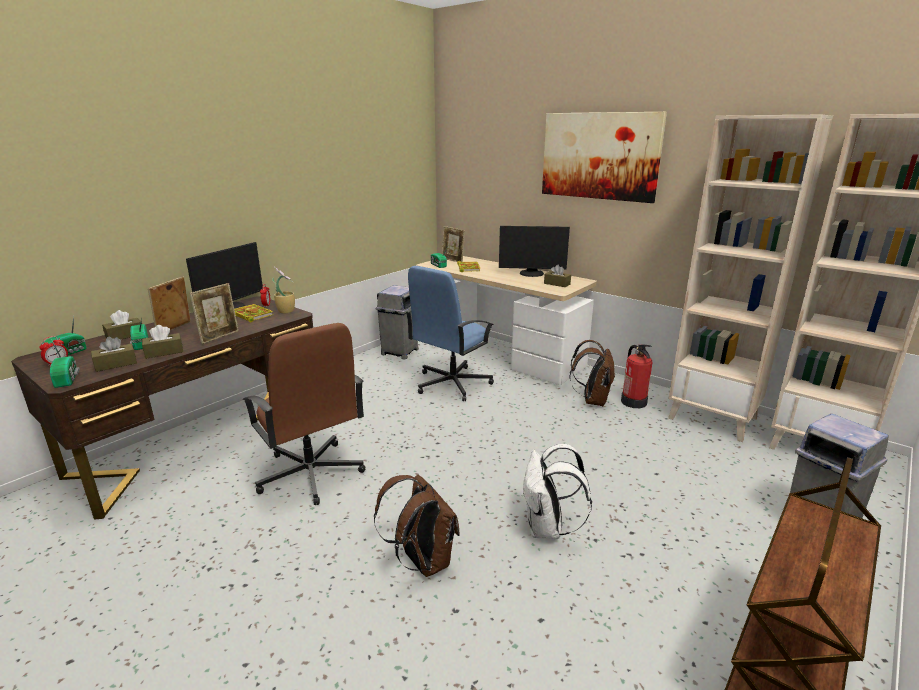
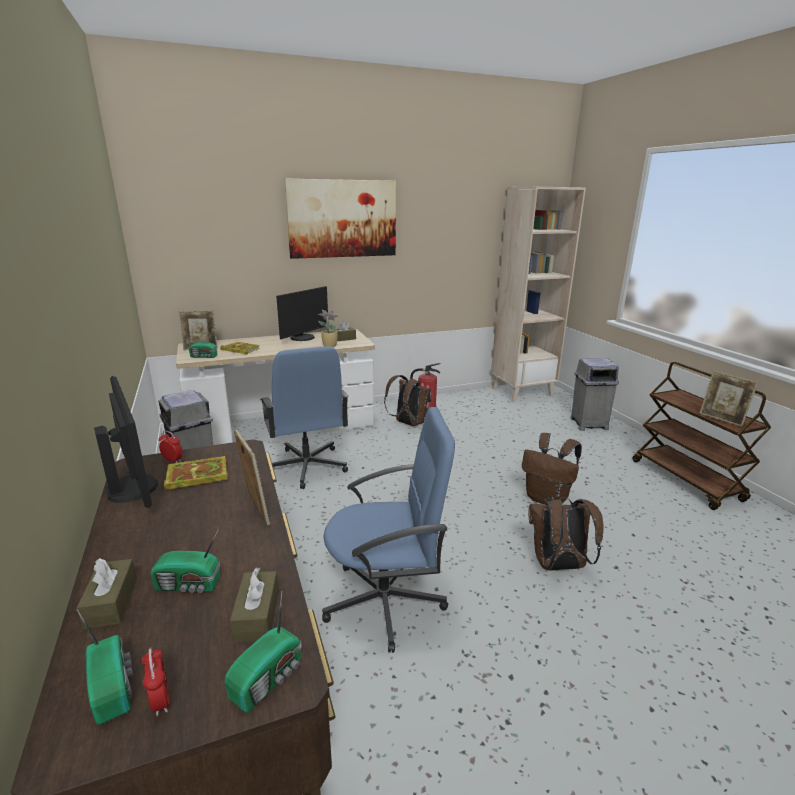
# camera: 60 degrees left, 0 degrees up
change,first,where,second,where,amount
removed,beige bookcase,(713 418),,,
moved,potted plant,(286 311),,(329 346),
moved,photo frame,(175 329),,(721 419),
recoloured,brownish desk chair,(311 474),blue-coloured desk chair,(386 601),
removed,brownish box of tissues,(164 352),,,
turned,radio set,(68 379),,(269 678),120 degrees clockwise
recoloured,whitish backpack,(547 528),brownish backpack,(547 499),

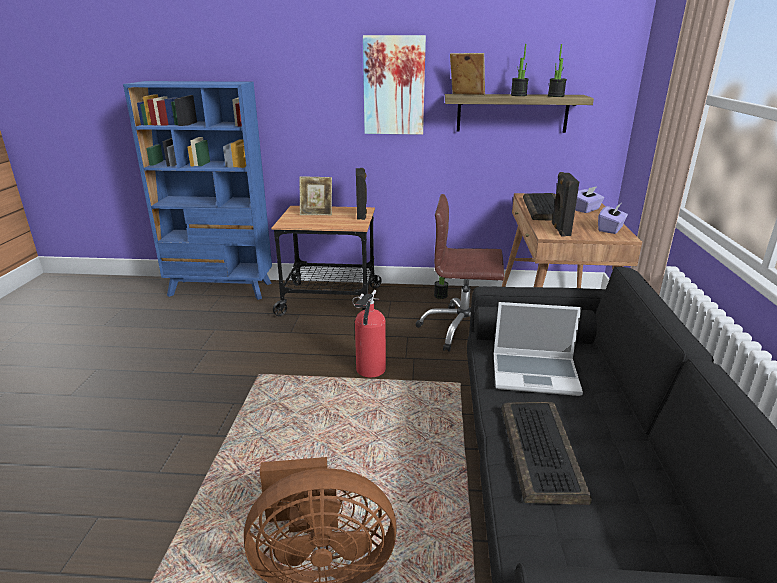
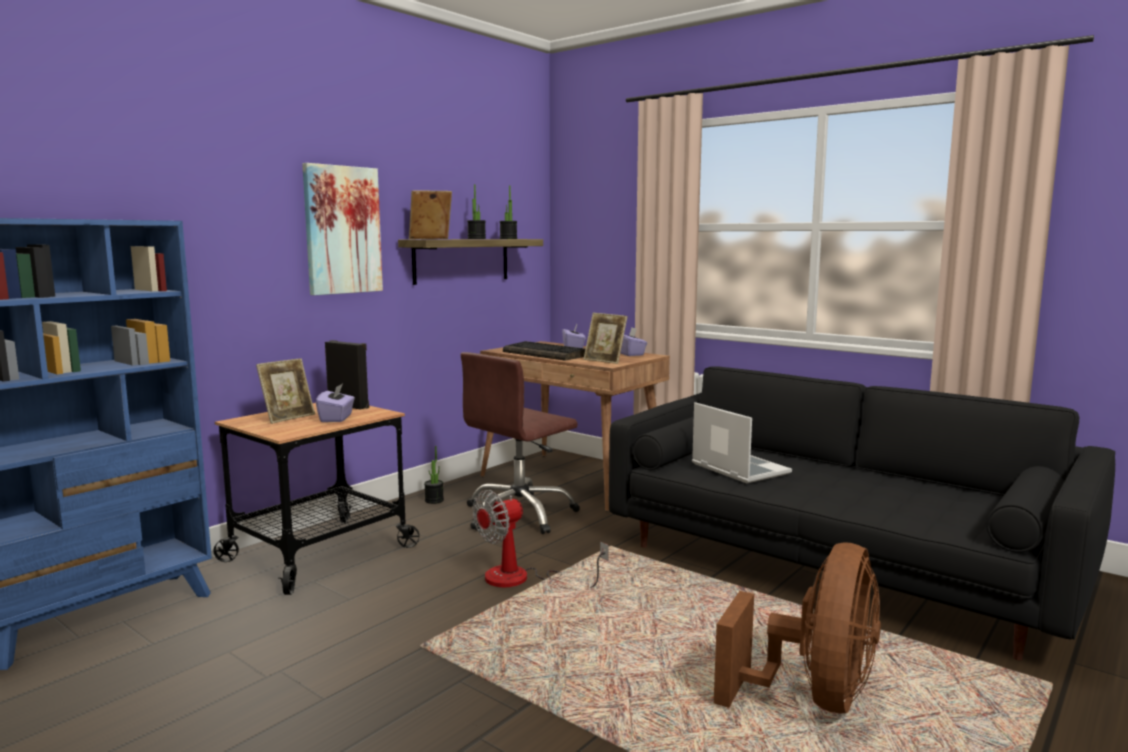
# camera: 55 degrees left, 15 degrees down
change,first,where,second,where,amount
replaced,black audio speaker,(560 230),photo frame,(605 361),
replaced,fire extinguisher,(369 371),electric fan,(522 579),
turned,portable computer,(536 374),,(738 469),75 degrees counterclockwise
removed,computer keyboard,(542 452),,,
added,,,purple-coloured box of tissues,(336 418),

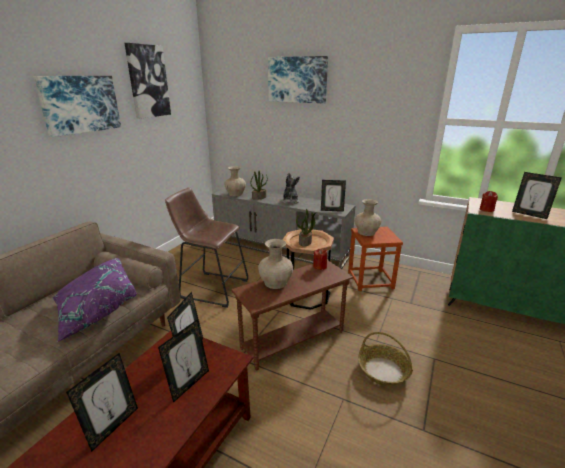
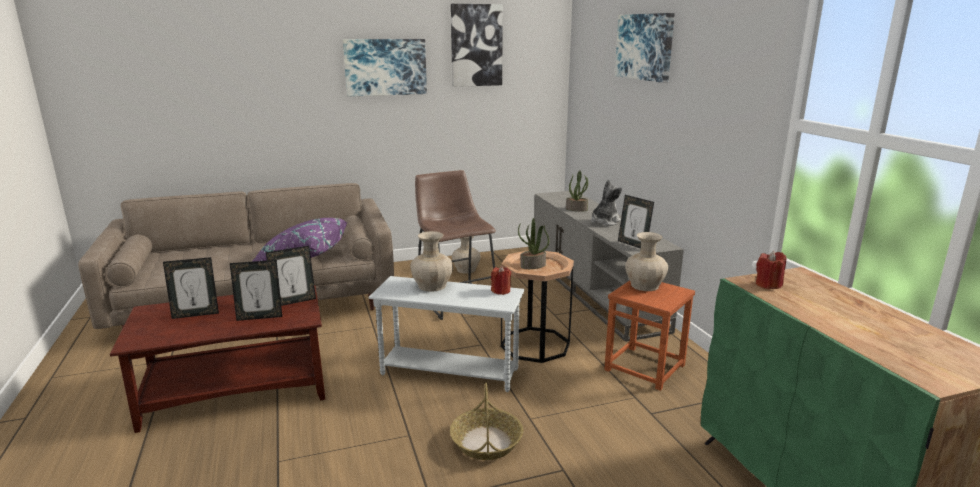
# camera: 45 degrees right, 5 degrees down
change,first,where,second,where,amount
moved,beige vase,(235 194),,(466 269),
removed,photo frame,(529 214),,,
recoloured,brownish accent table,(292 340),whitish accent table,(449 372),

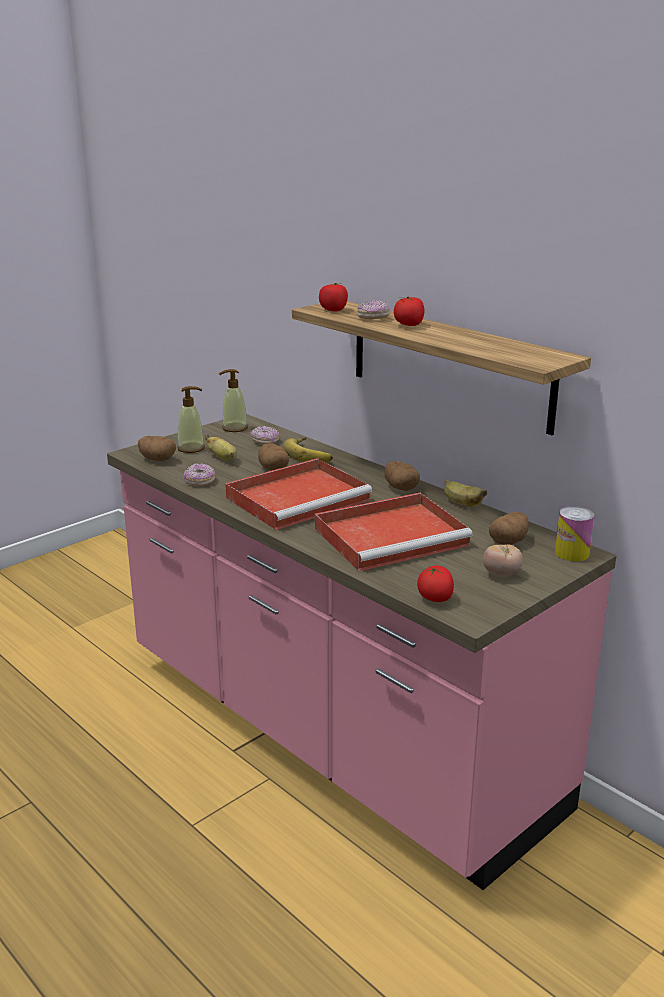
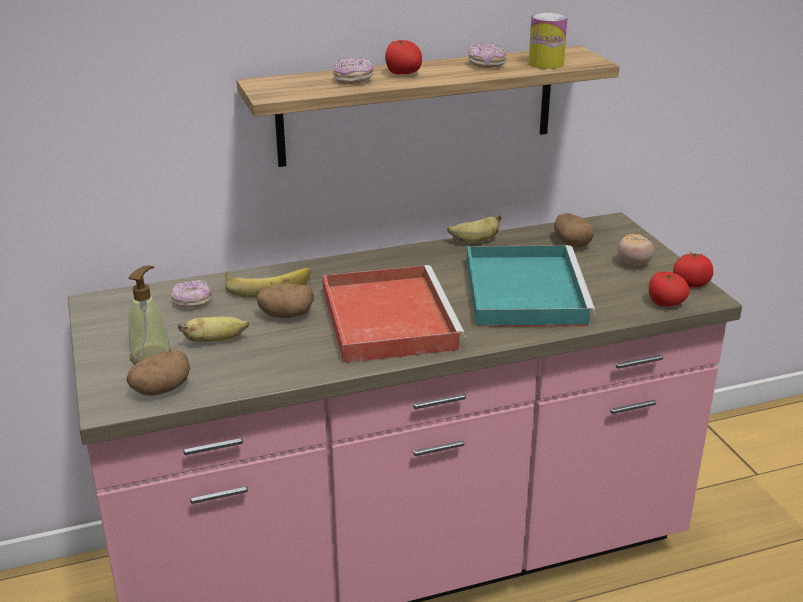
# camera: 65 degrees left, 5 degrees up
change,first,where,second,where,amount
moved,fresh tomato,(333 310),,(691 284),
removed,soap bottle,(234 428),,,
removed,spud,(401 488),,,
moved,donut,(199 481),,(486 65),
recoloured,red-coloured carrying tray,(393 536),turquoise-coloured carrying tray,(523 290),
moved,sealed can,(572 553),,(546 64),

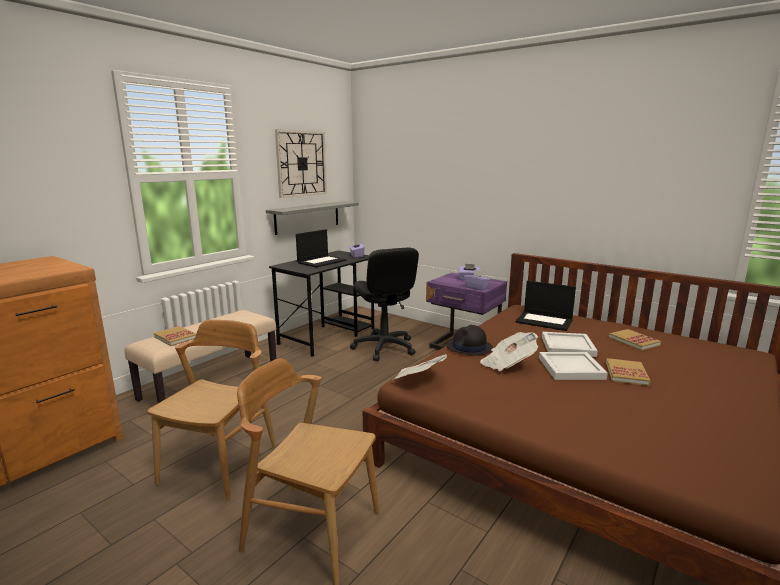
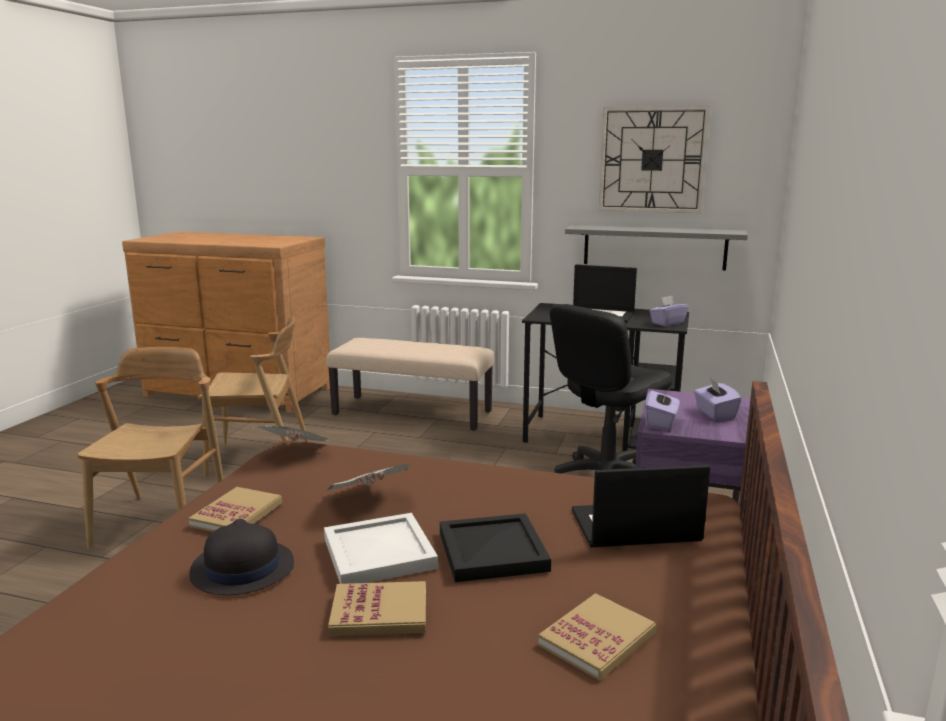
# camera: 70 degrees right, 0 degrees up
change,first,where,second,where,amount
turned,portable computer,(545 321),,(634 527),75 degrees clockwise
moved,black clothing hat,(469 348),,(241 569),
moved,bound book,(176 337),,(237 515),
recoloured,whitish carrying tray,(568 347),black carrying tray,(491 552),

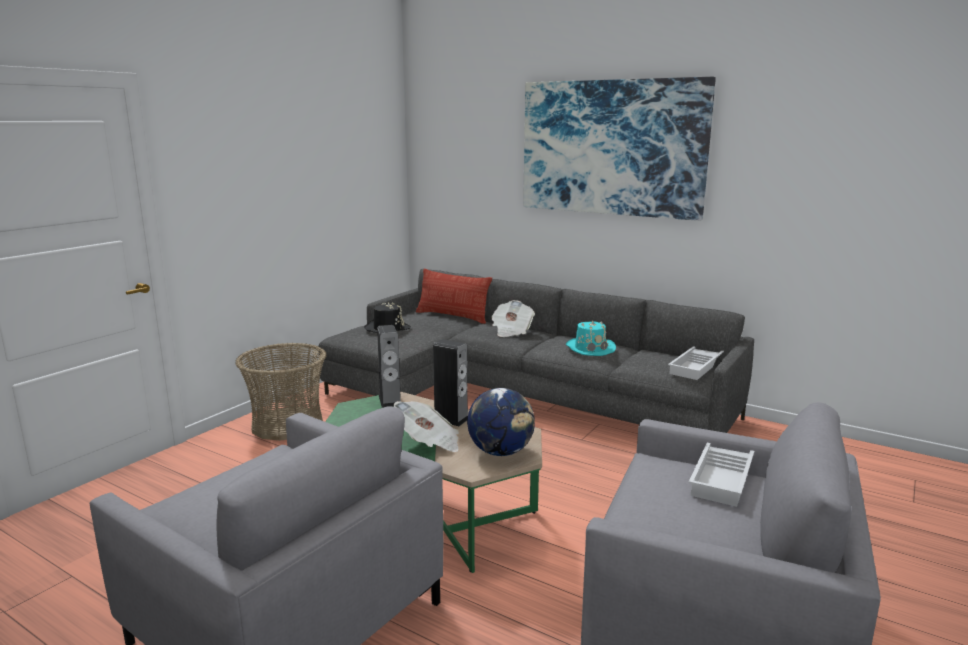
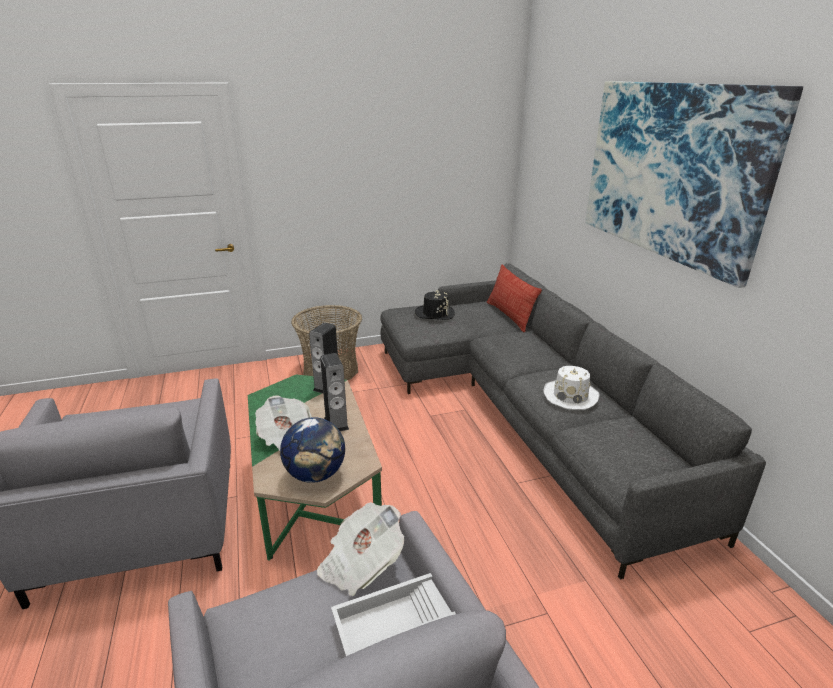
# camera: 40 degrees right, 10 degrees up
change,first,where,second,where,amount
moved,daily paper,(511 331),,(361 563),
recoloured,turquoise-coloured clothing hat,(590 348),whitish clothing hat,(570 395),
removed,whitish carrying tray,(697 367),,,

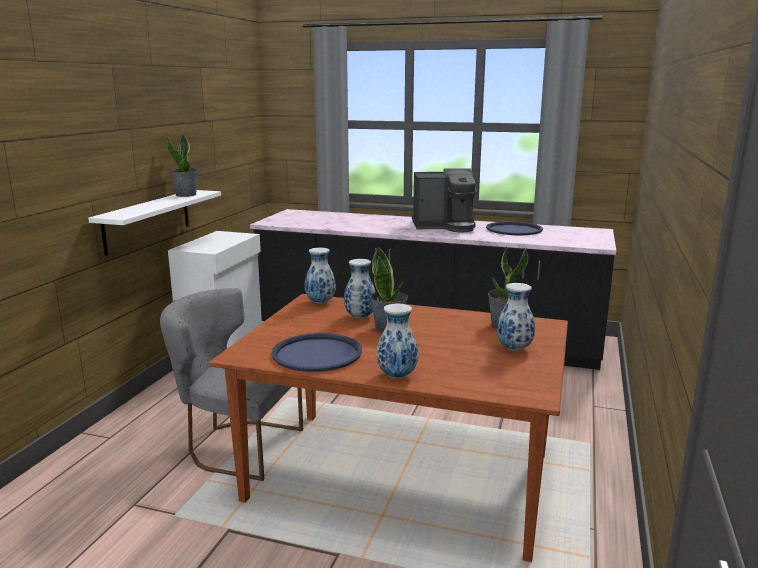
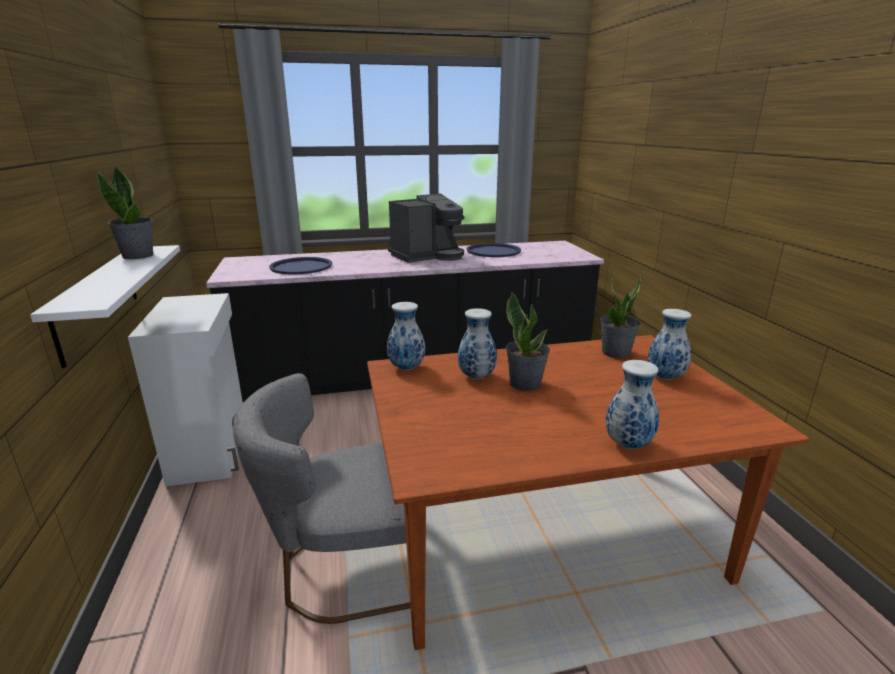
# camera: 30 degrees left, 5 degrees up
change,first,where,second,where,amount
moved,blue-coloured carrying tray,(317 354),,(301 267),

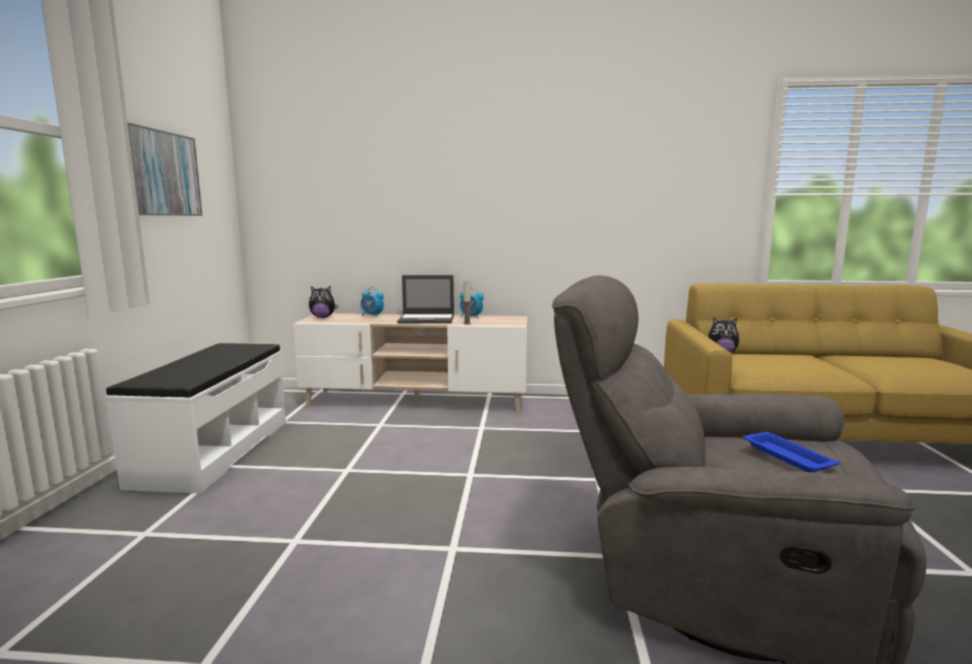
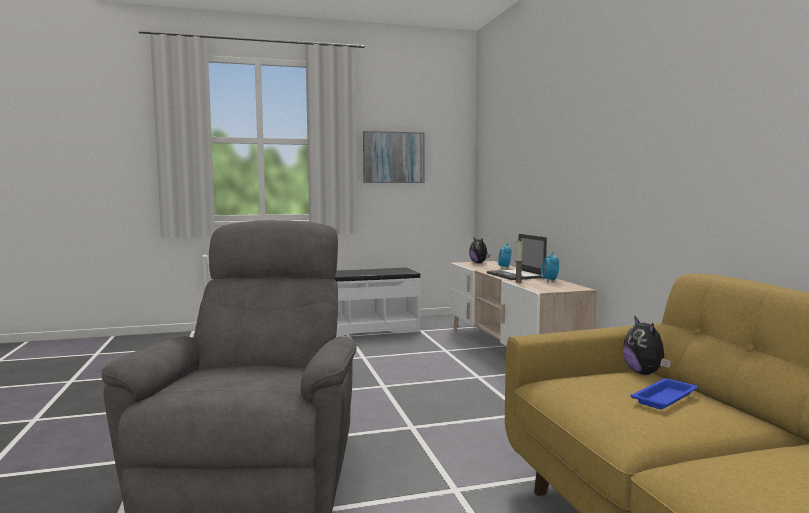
# camera: 70 degrees right, 5 degrees down
change,first,where,second,where,amount
moved,blue-coloured carrying tray,(786 456),,(665 398),

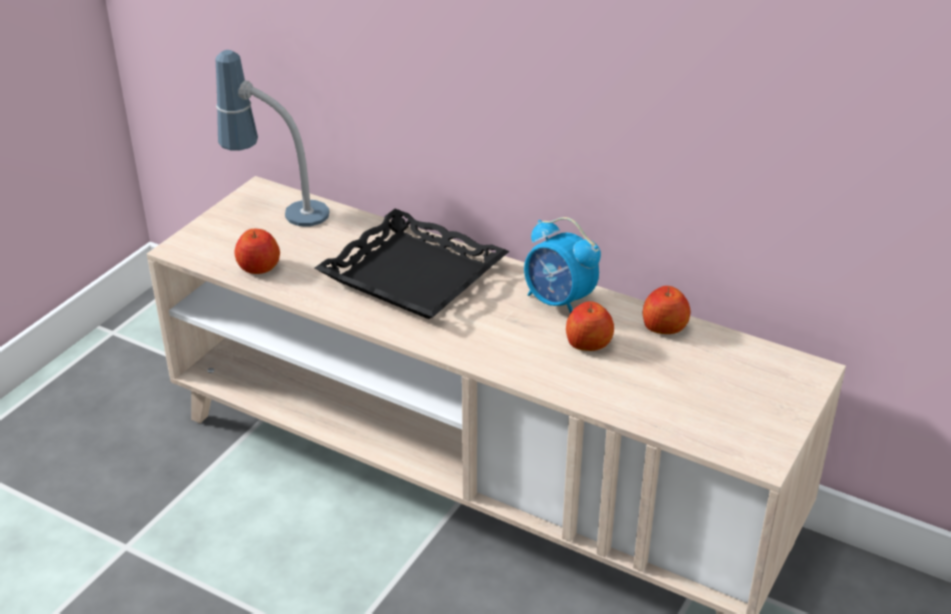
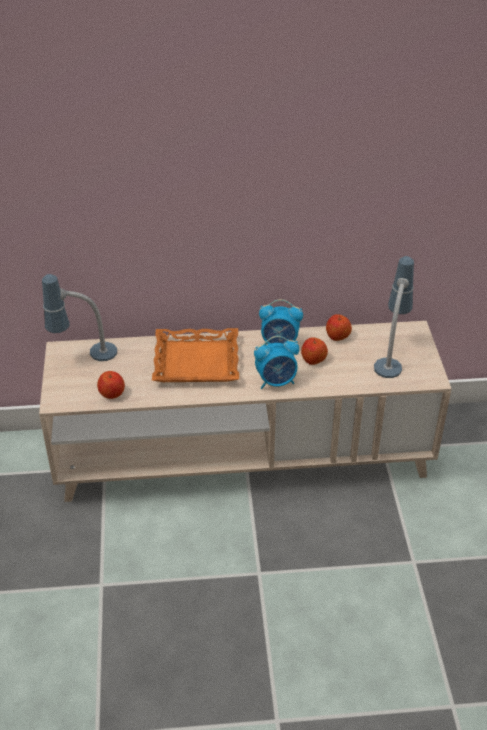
# camera: 35 degrees left, 5 degrees up
change,first,where,second,where,amount
recoloured,black carrying tray,(414 274),orange carrying tray,(196 361),
added,,,tabletop lamp,(391 356),
added,,,alarm clock,(276 382),

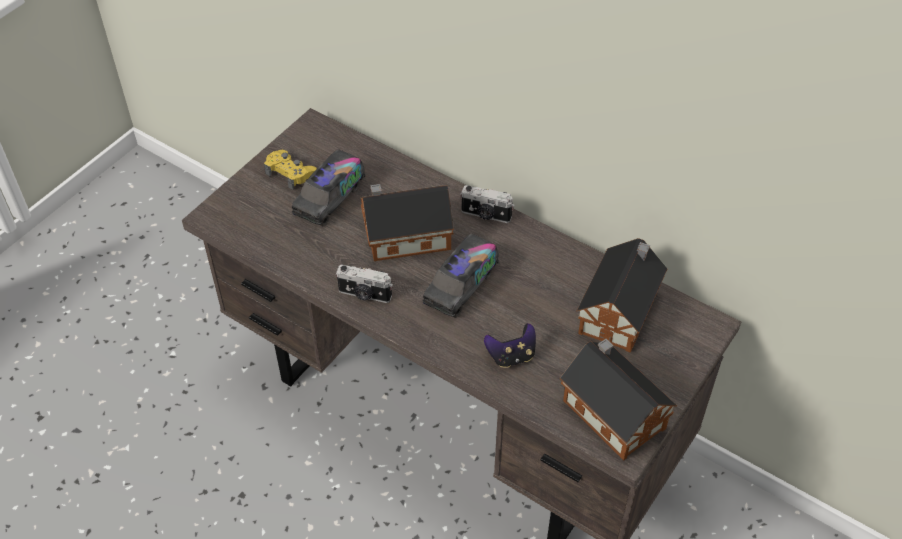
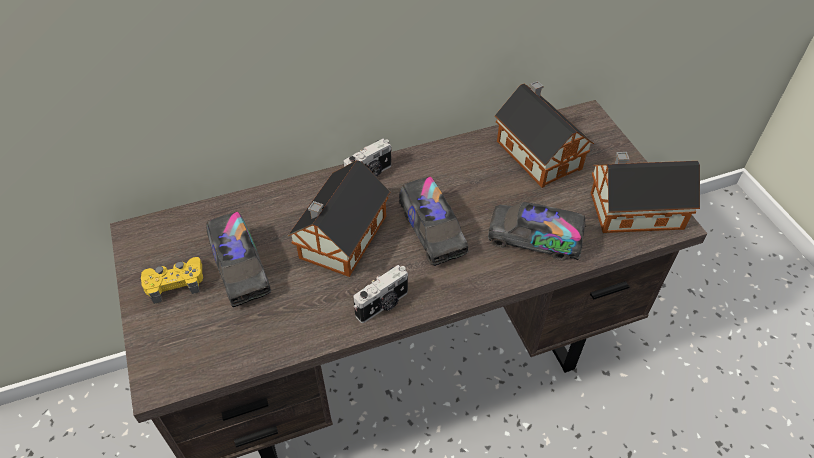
# camera: 55 degrees left, 0 degrees up
change,first,where,second,where,amount
replaced,joypad,(511 356),model truck,(534 240),

